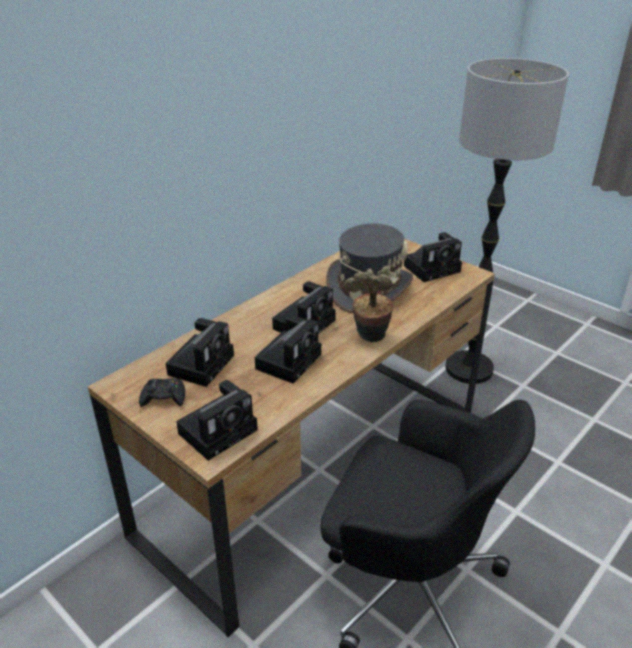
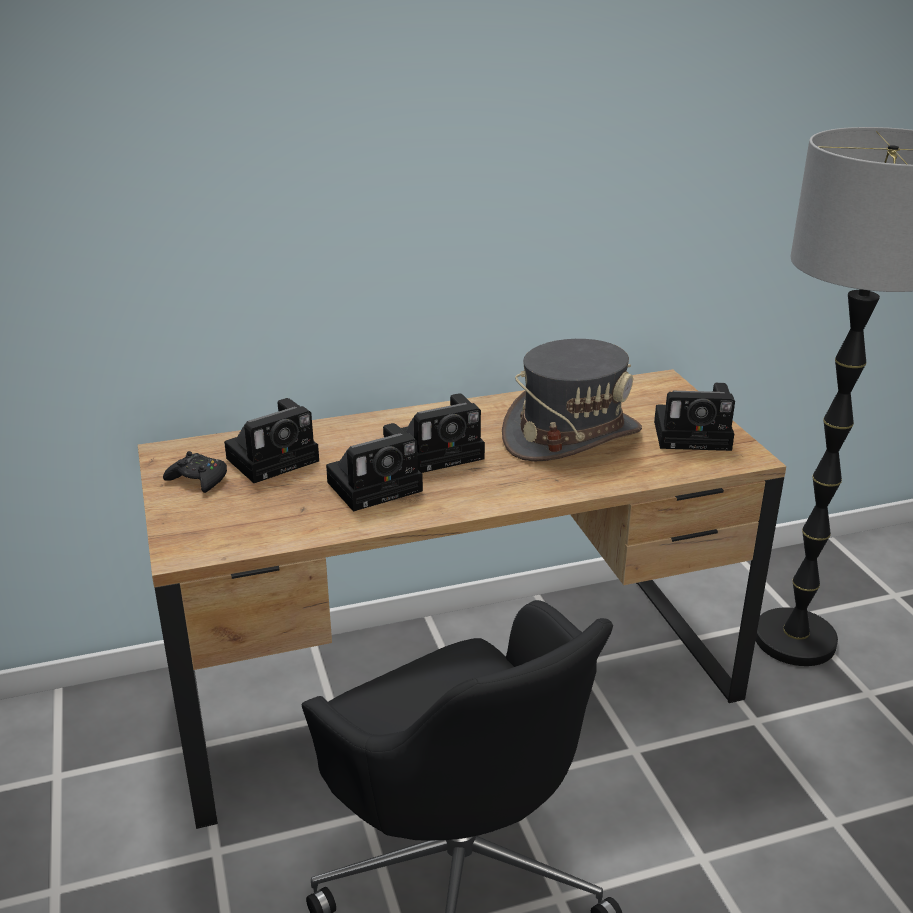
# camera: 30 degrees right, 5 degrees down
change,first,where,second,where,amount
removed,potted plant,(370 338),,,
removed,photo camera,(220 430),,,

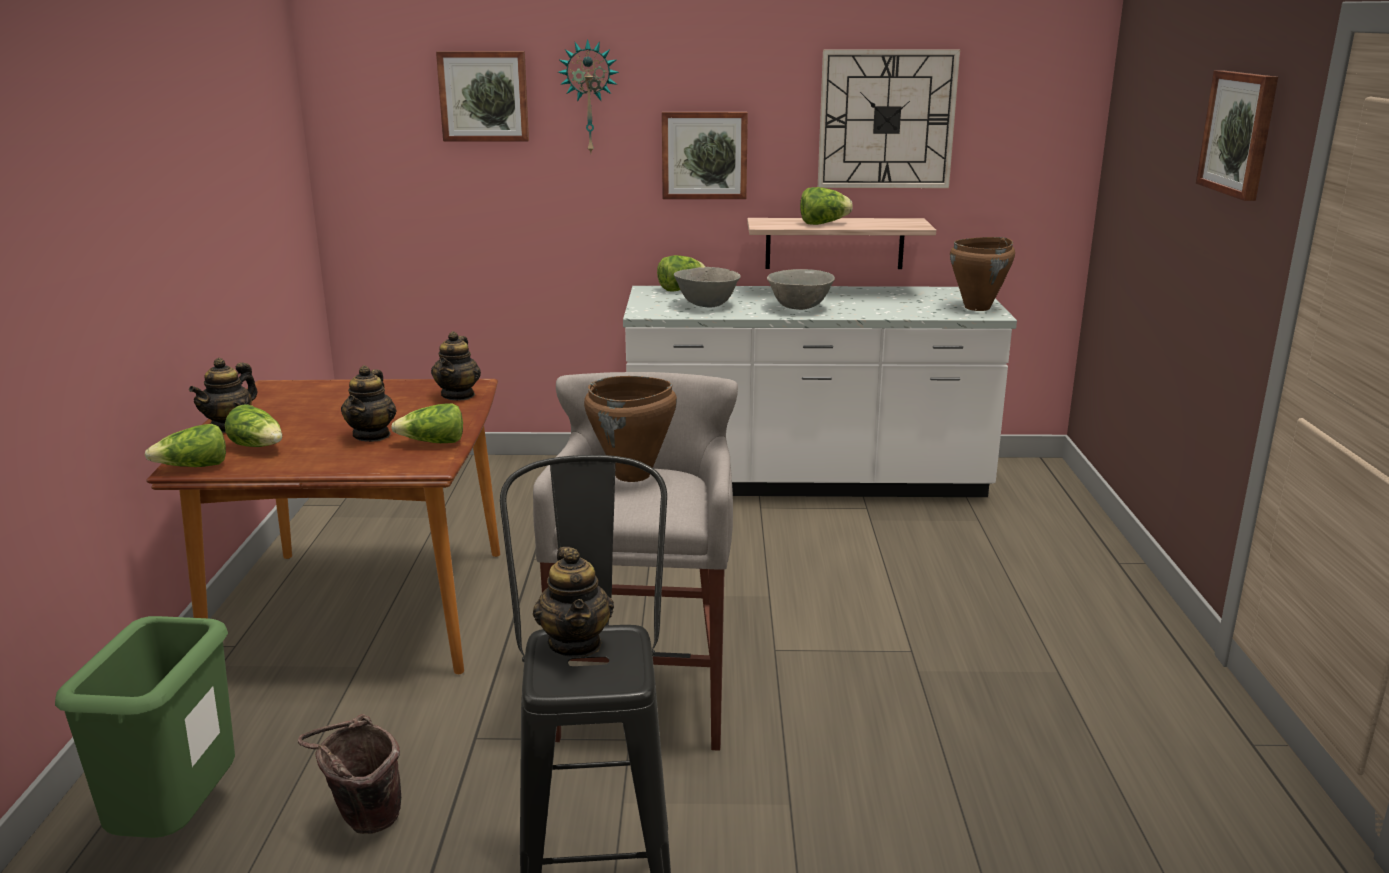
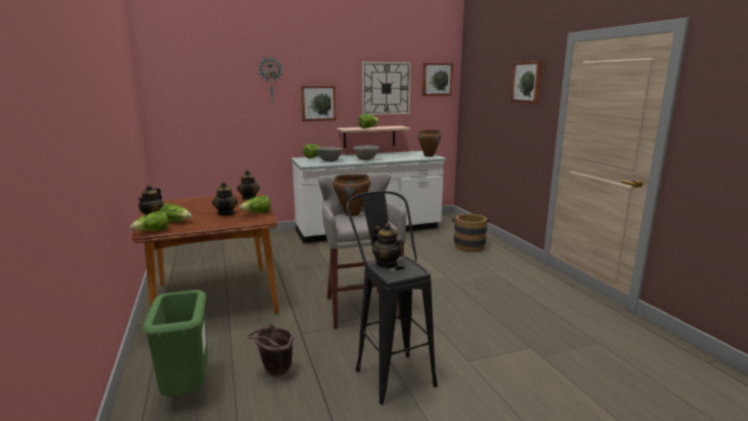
# camera: 20 degrees left, 5 degrees down
change,first,where,second,where,amount
moved,picture,(484 96),,(437 79),
added,,,brownish pail,(469 245),

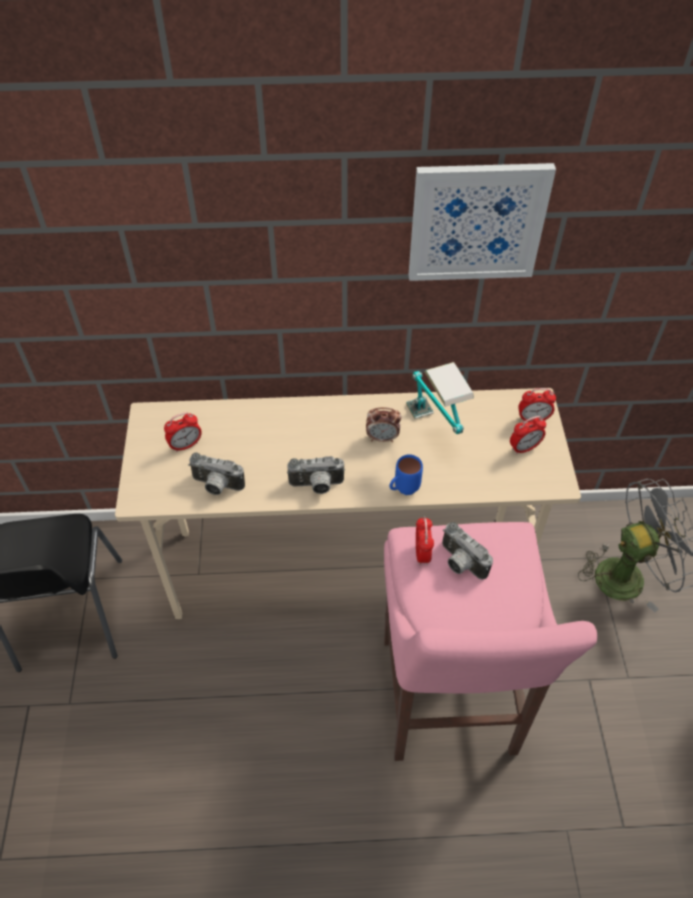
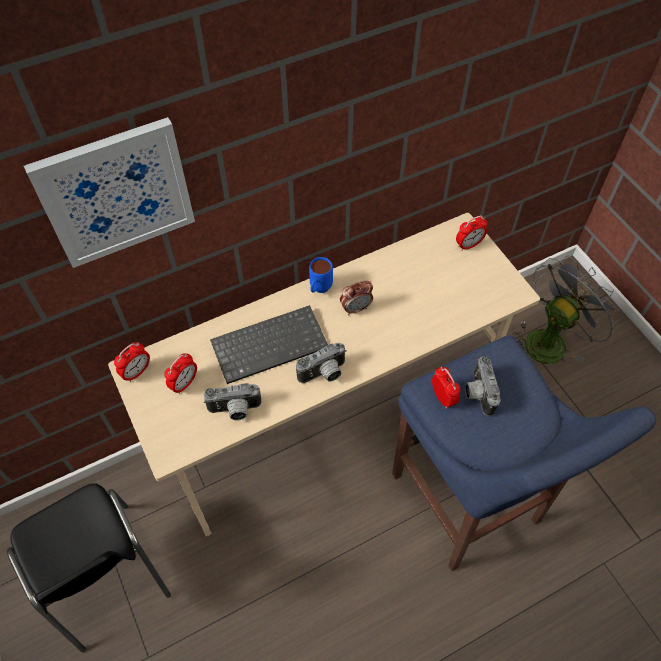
# camera: 25 degrees left, 5 degrees up
change,first,where,second,where,amount
moved,picture,(476 222),,(116 193),
removed,tabletop lamp,(433 434),,,
moved,alarm clock,(524 448),,(137 372),
moved,blue-coloured tea mug,(403 490),,(319 290),
recoloured,pink stool seat,(448 703),blue-coloured stool seat,(468 504),
turned,photo camera,(460 563),,(477 393),60 degrees clockwise
added,,,computer keyboard,(270 343),

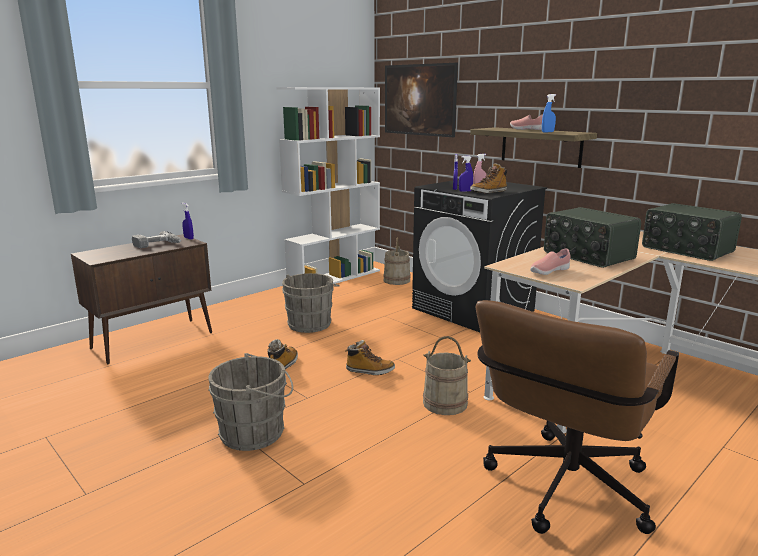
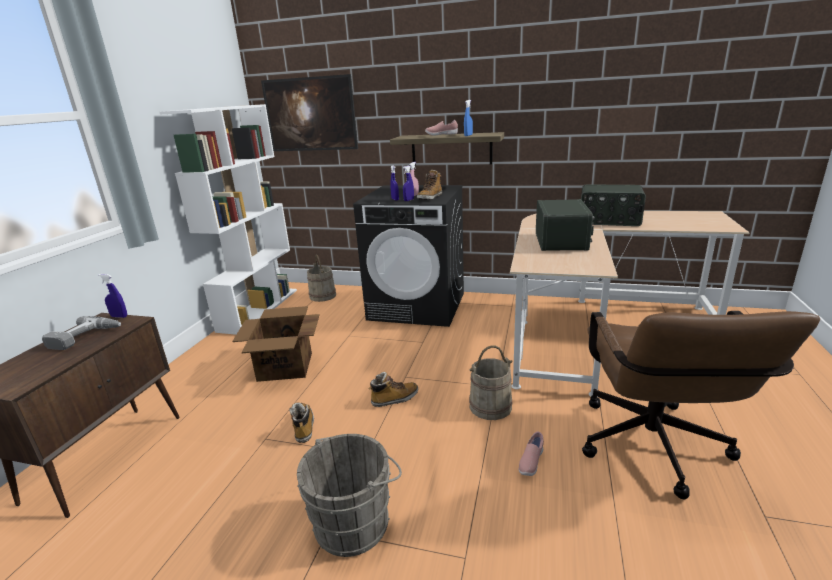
# camera: 30 degrees left, 5 degrees up
change,first,where,second,where,amount
turned,radio set,(587 256),,(562 241),105 degrees counterclockwise
moved,pink item of footwear,(549 272),,(530 462),
replaced,grey pail,(311 323),cardboard box,(284 367),

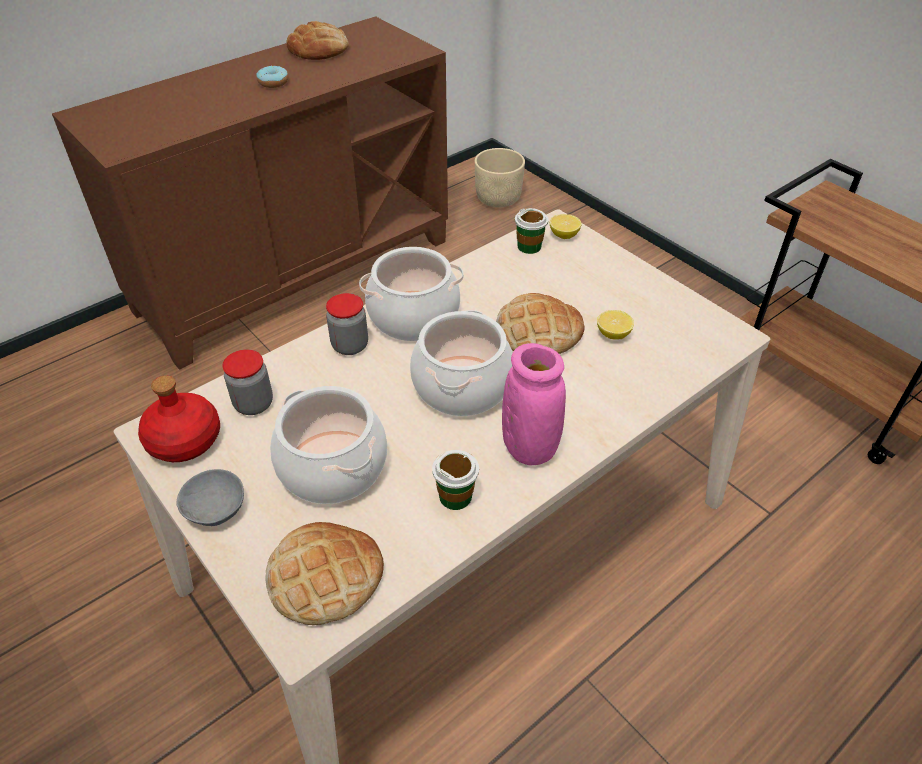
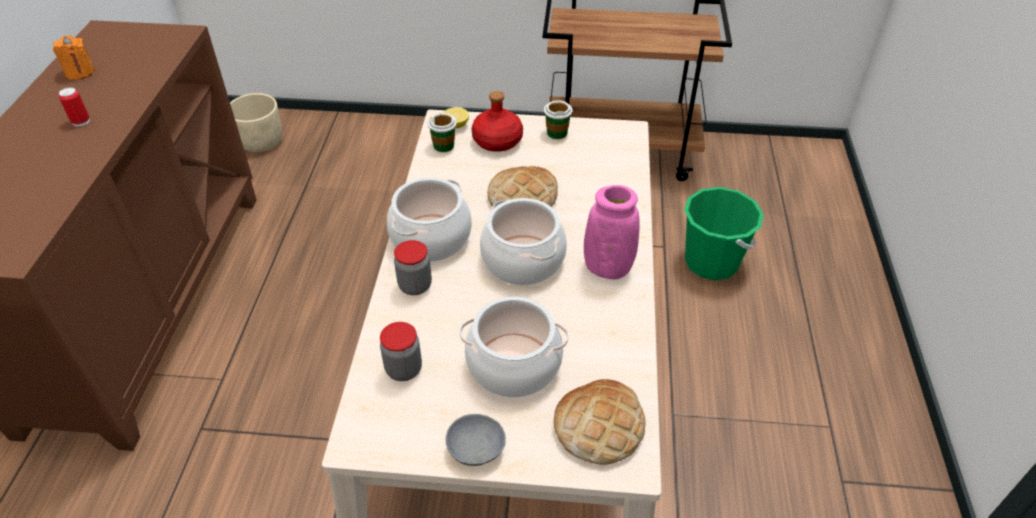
# camera: 45 degrees left, 0 degrees up
change,first,where,second,where,amount
replaced,bakery bread,(318 49),orange wax candle,(80 72),
replaced,donut,(273 83),sealed can,(81 121),
removed,lemon,(613 334),,,
moved,red-coloured drink bottle,(185 439),,(497 140),
moved,drinking cup,(455 496),,(557 133),
added,,,green pail,(711 262),

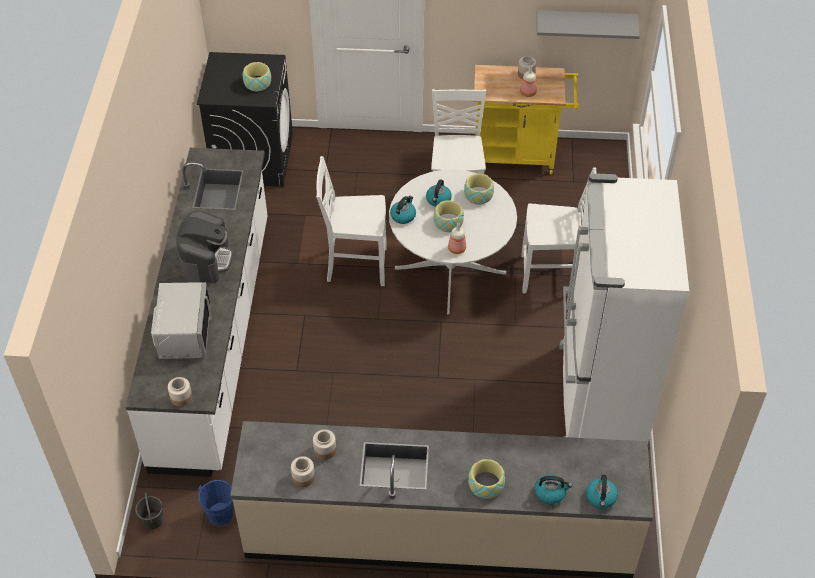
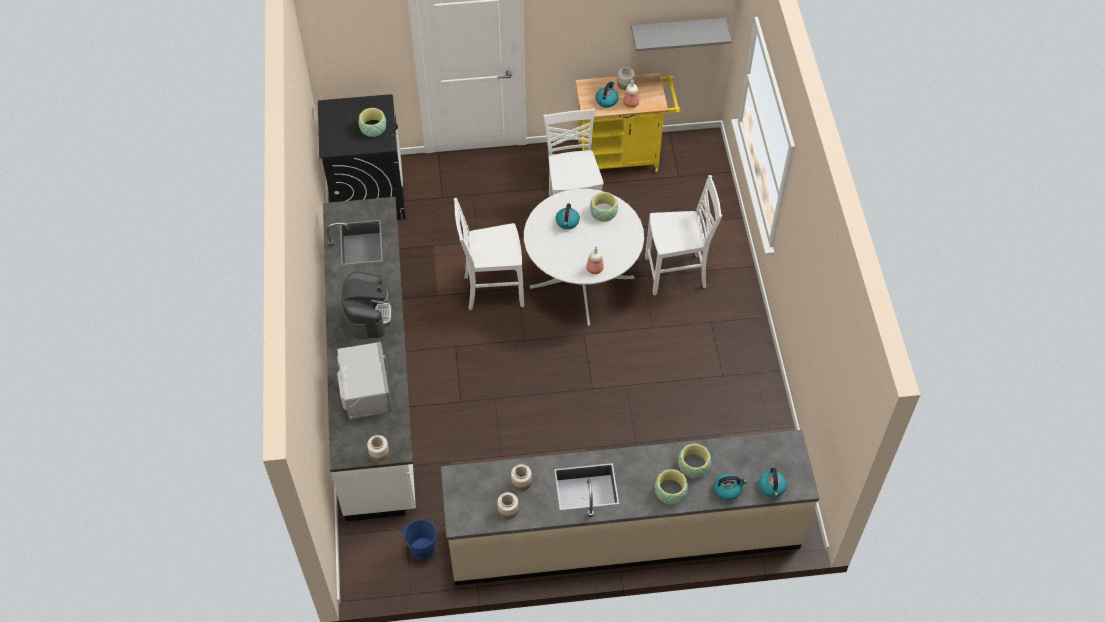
# camera: 10 degrees left, 5 degrees up
change,first,where,second,where,amount
removed,whitish fridge,(598 396),,,
moved,water kettle,(403 216),,(606 100),
moved,deep dish,(448 222),,(693 465),
removed,grey pail,(153 520),,,

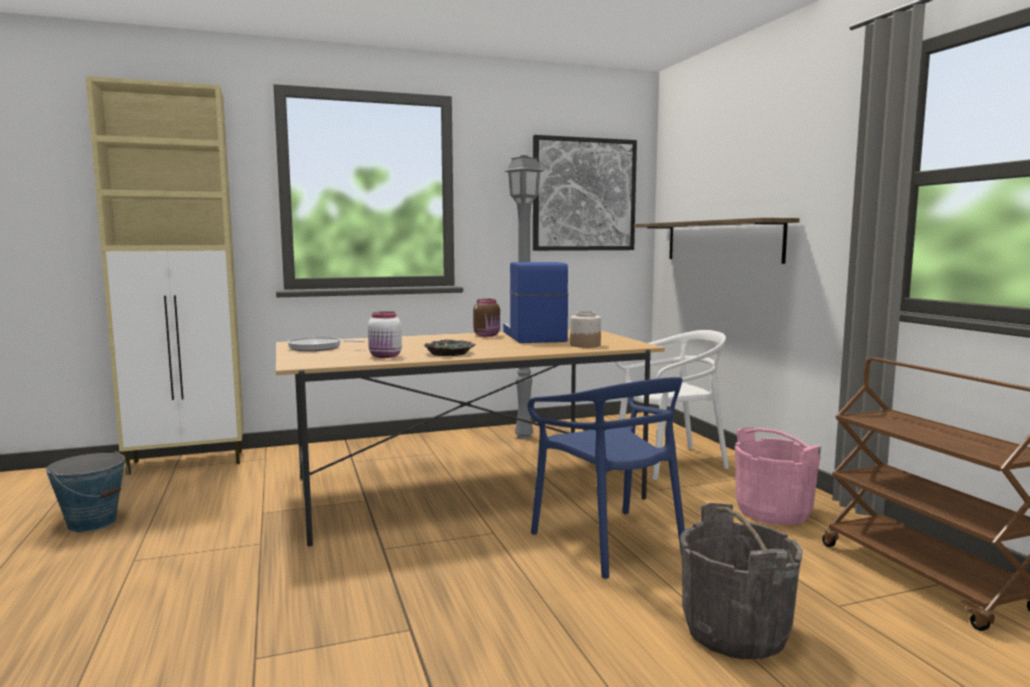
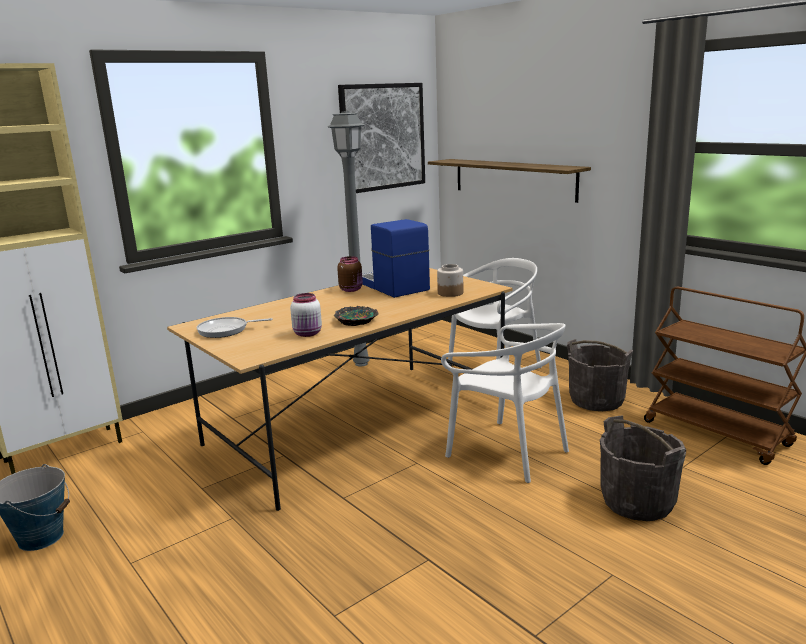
# camera: 20 degrees left, 10 degrees up
change,first,where,second,where,amount
recoloured,blue-coloured plain chair,(609 542),whitish plain chair,(507 451),
recoloured,pink pail,(773 511),grey pail,(596 400),

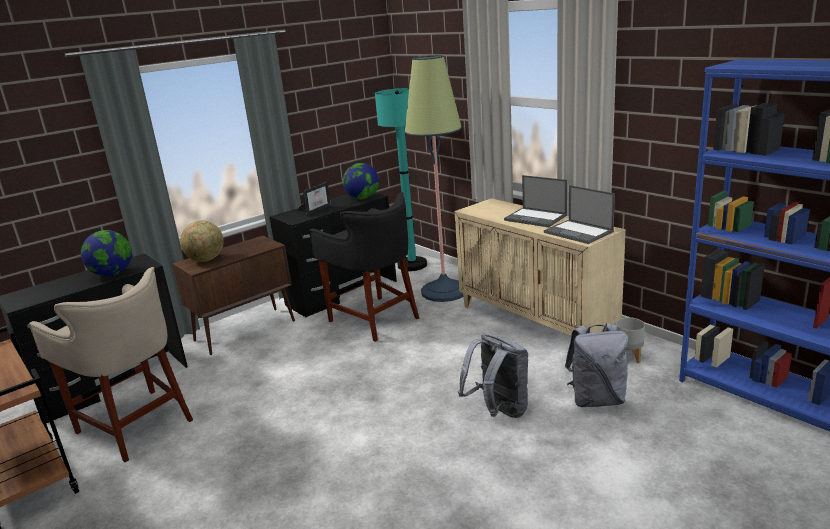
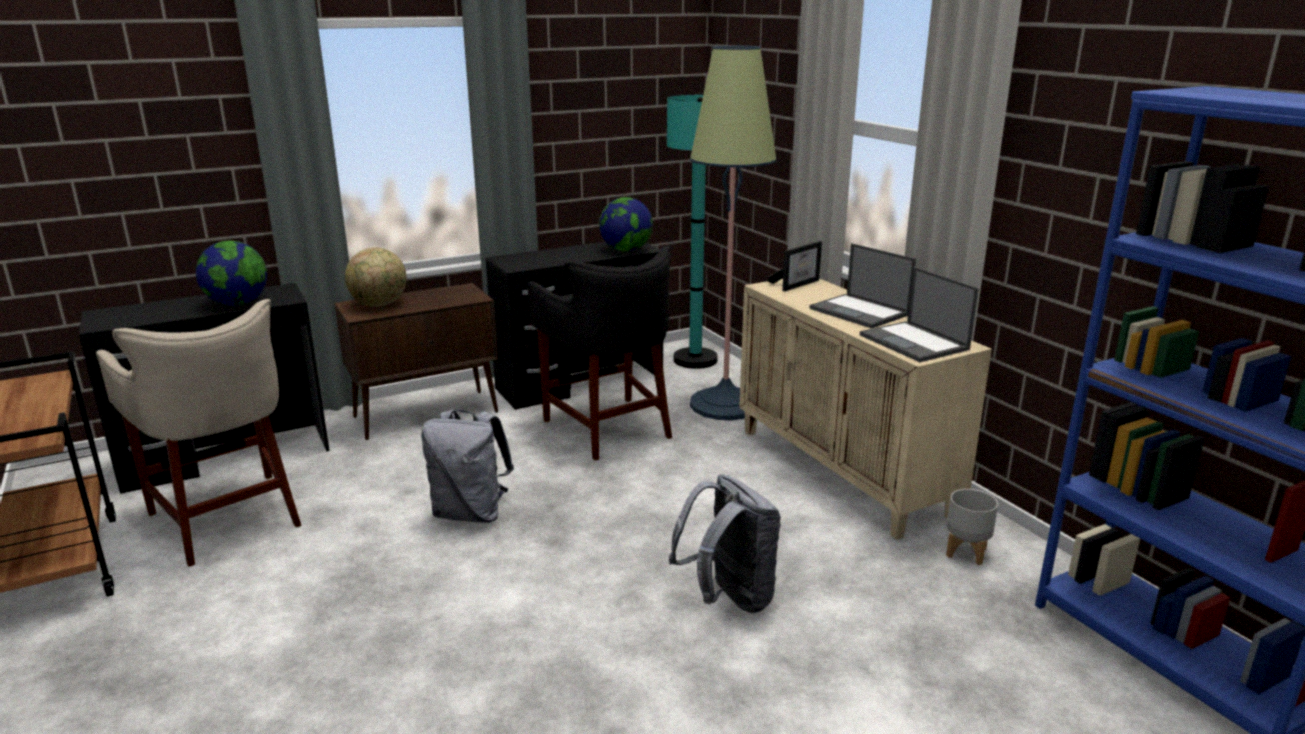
# camera: 10 degrees right, 0 degrees up
change,first,where,second,where,amount
moved,photo frame,(316 209),,(797 284),
moved,grey backpack,(596 399),,(471 513),

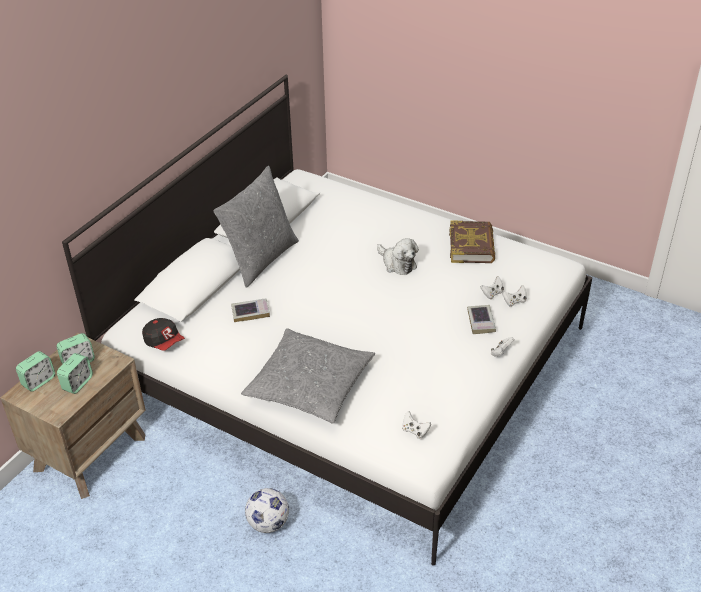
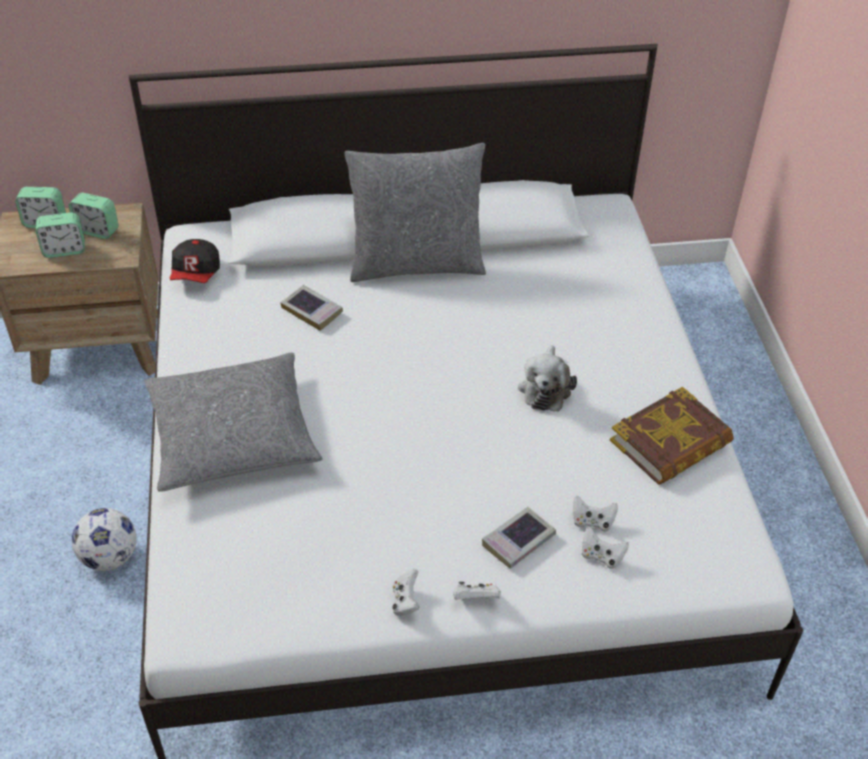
# camera: 50 degrees right, 5 degrees up
change,first,where,second,where,amount
moved,whitish joypad,(415 431),,(405 601),

